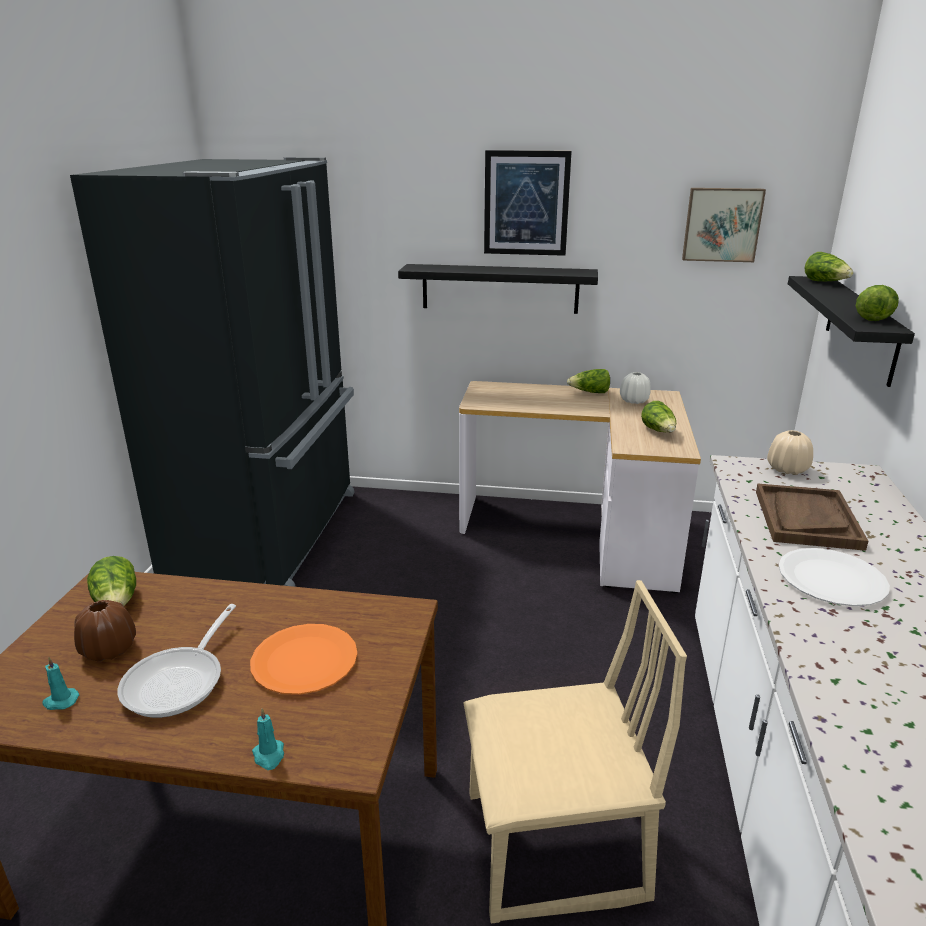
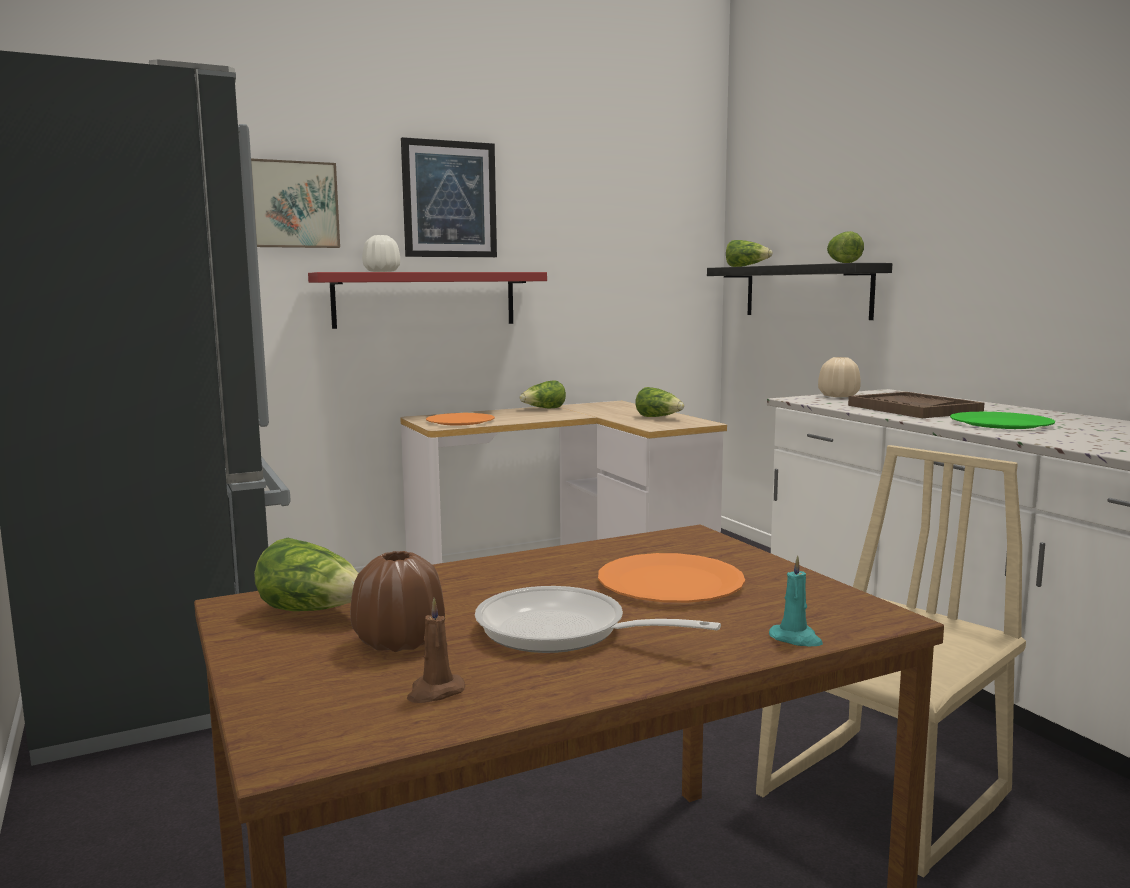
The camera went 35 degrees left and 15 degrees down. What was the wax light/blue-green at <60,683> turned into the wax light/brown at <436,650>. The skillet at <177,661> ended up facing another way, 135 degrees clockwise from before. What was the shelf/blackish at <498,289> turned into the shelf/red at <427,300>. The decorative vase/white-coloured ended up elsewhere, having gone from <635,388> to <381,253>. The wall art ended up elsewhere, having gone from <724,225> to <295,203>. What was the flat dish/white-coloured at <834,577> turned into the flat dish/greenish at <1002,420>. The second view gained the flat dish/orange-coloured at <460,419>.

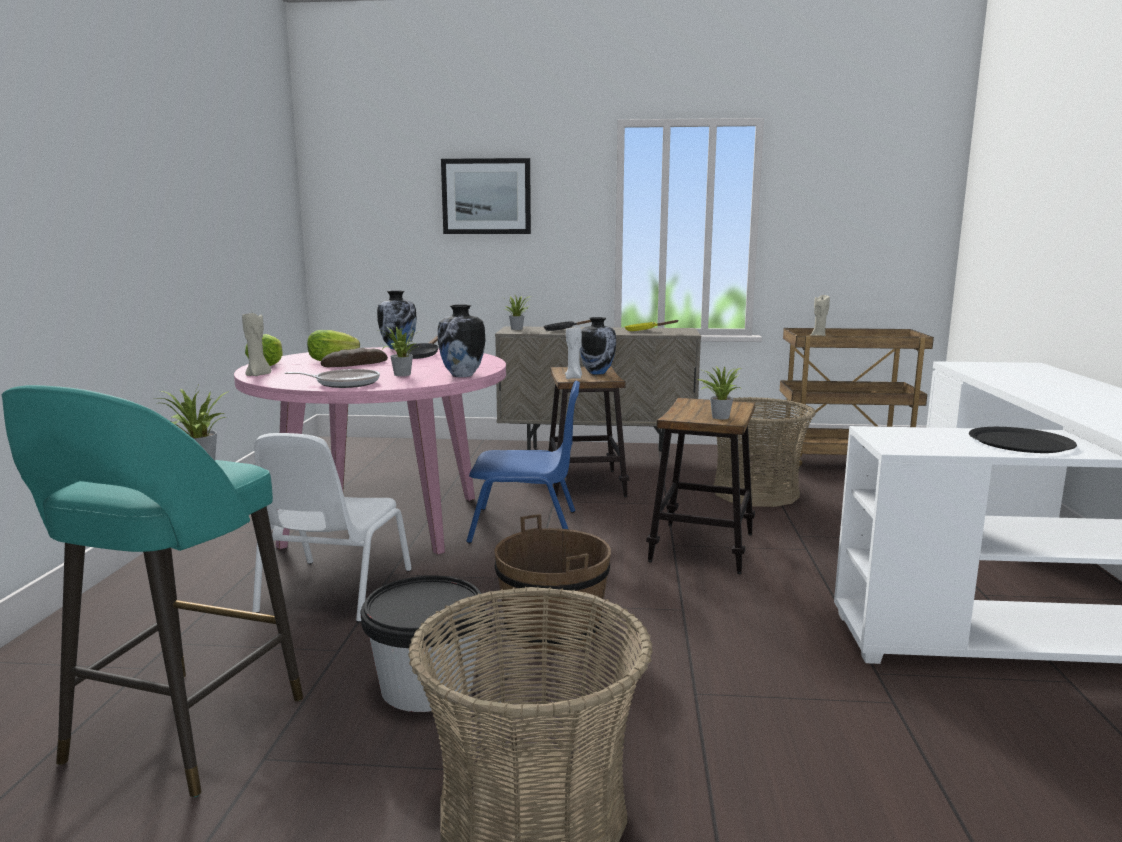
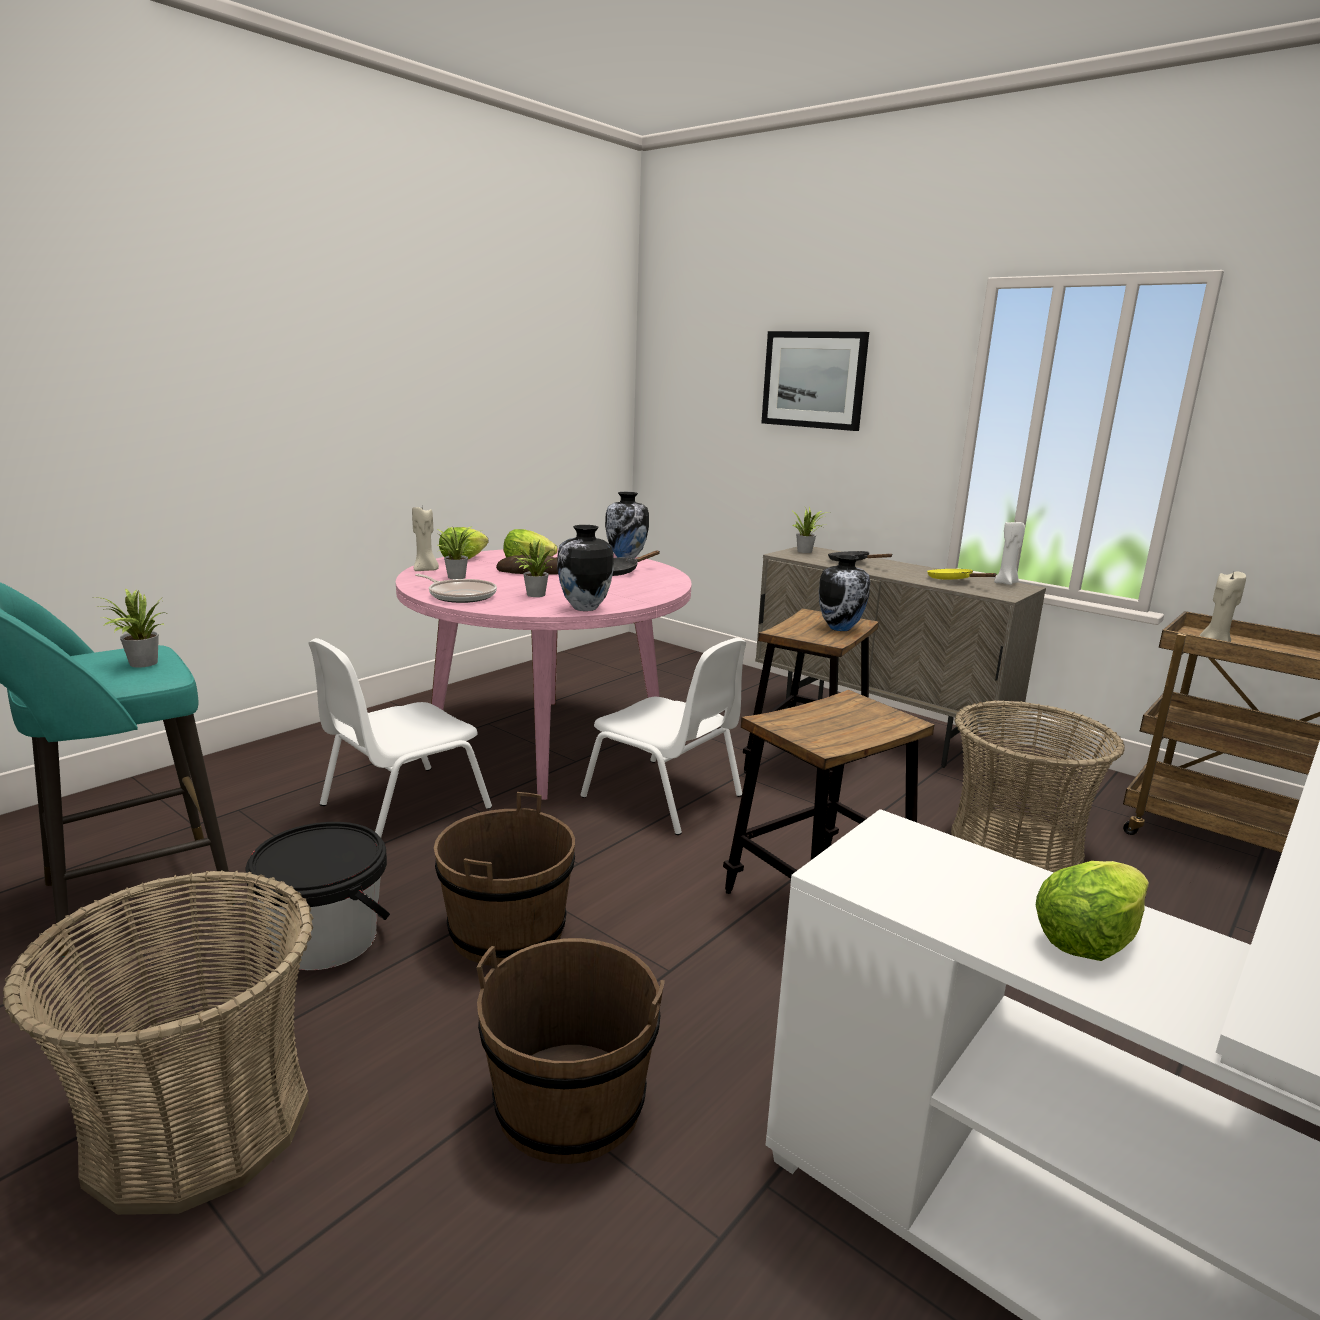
The camera went 35 degrees right and 5 degrees up. What was the upright chair/blue-coloured at <523,462> turned into the upright chair/white-coloured at <663,736>. The wax light/white-coloured ended up elsewhere, having gone from <573,353> to <1009,553>. The houseplant ended up elsewhere, having gone from <719,392> to <457,552>. Where the flat dish/blackish stood at <1023,440>, the head of lettuce came to stand at <1092,911>. The second view gained the water bucket/brown at <570,1051>.

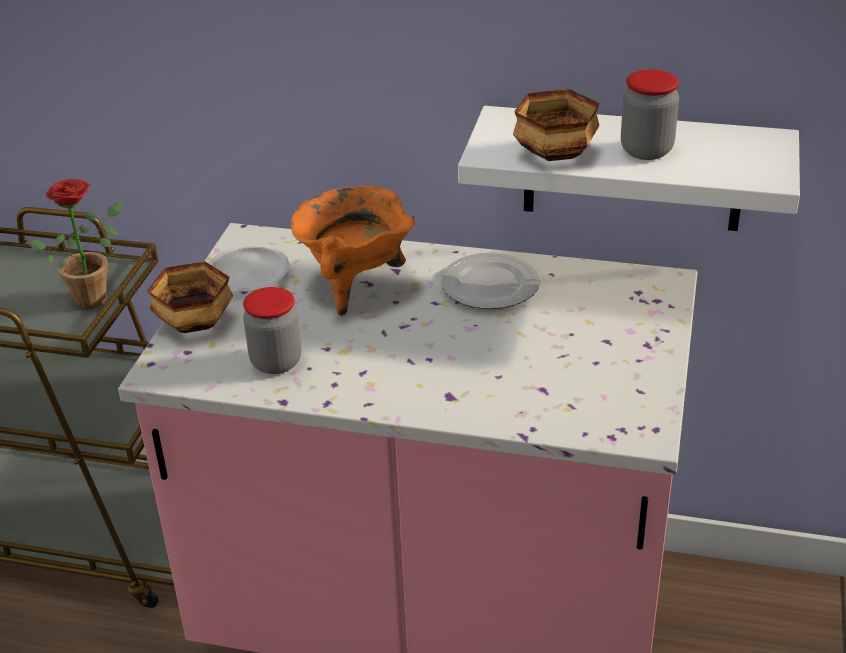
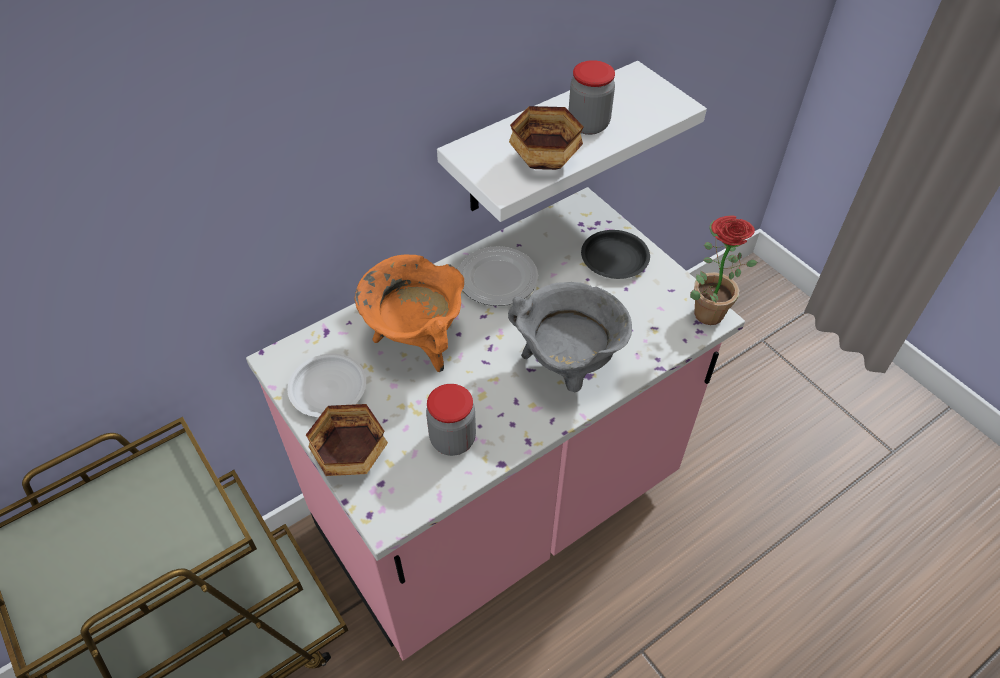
The camera went 50 degrees left and 15 degrees up. The houseplant ended up elsewhere, having gone from <75,244> to <724,270>. The second view gained the cooking pot/grey at <570,337>. The second view gained the flat dish/blackish at <615,254>.

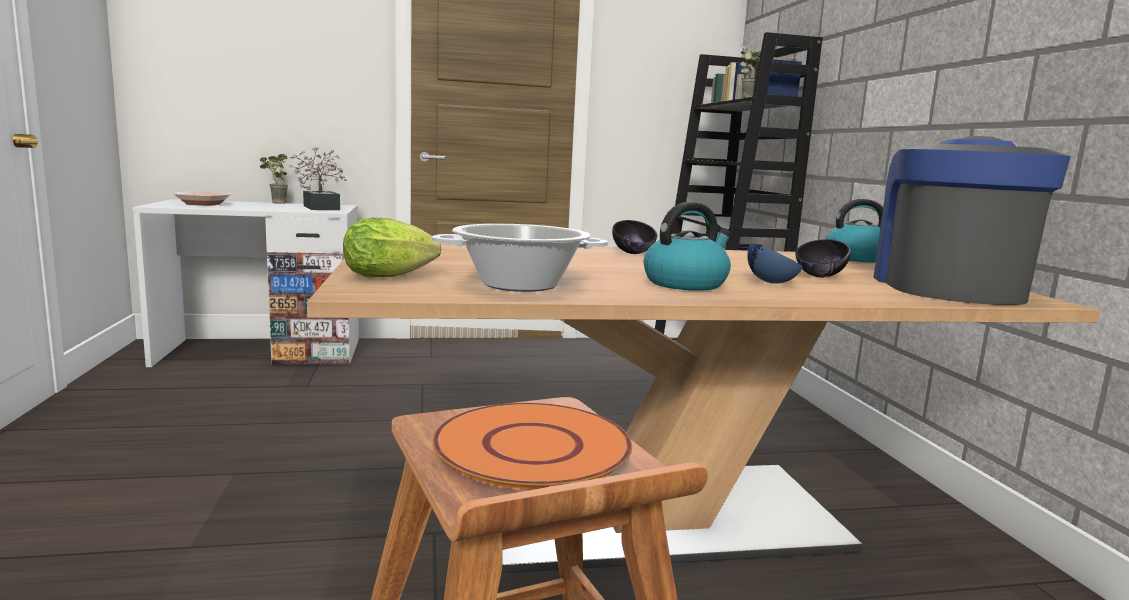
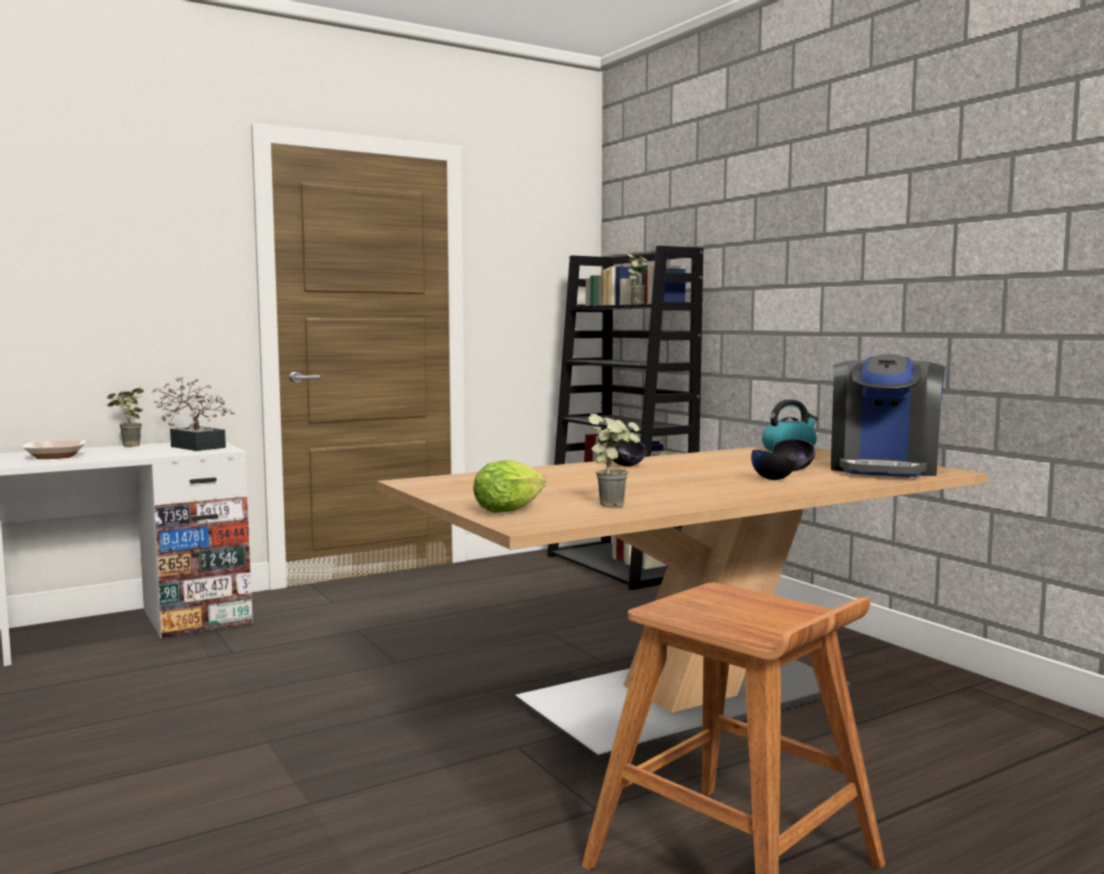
The camera went 20 degrees left and 5 degrees down. Where the cooking pot stood at <519,258>, the houseplant came to stand at <614,460>. The second view lost the flat dish/orange-coloured at <532,446>. The second view lost the water kettle at <687,246>. What was the serving bowl/blue-coloured at <775,263> turned into the serving bowl/blackish at <773,465>. The coffee maker at <972,220> ended up facing another way, 150 degrees counterclockwise from before.

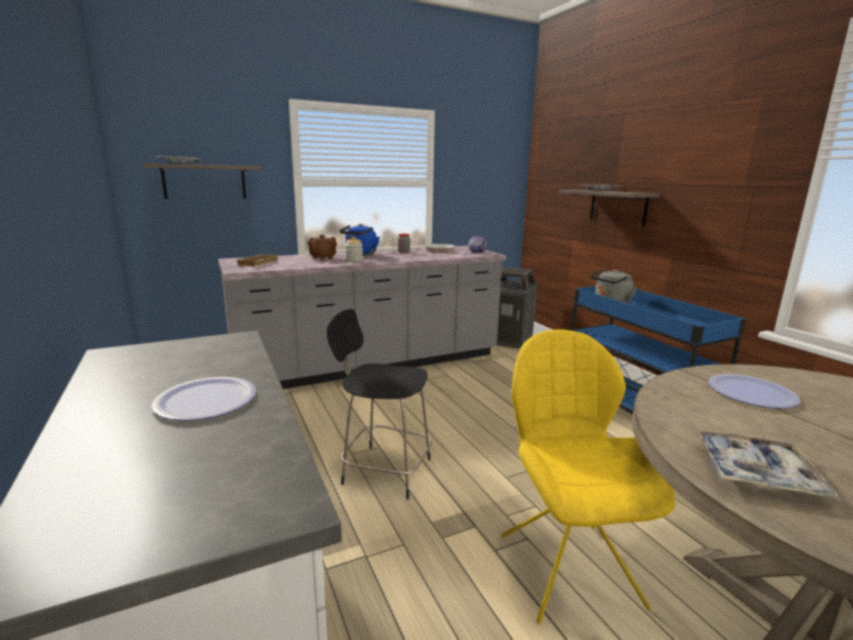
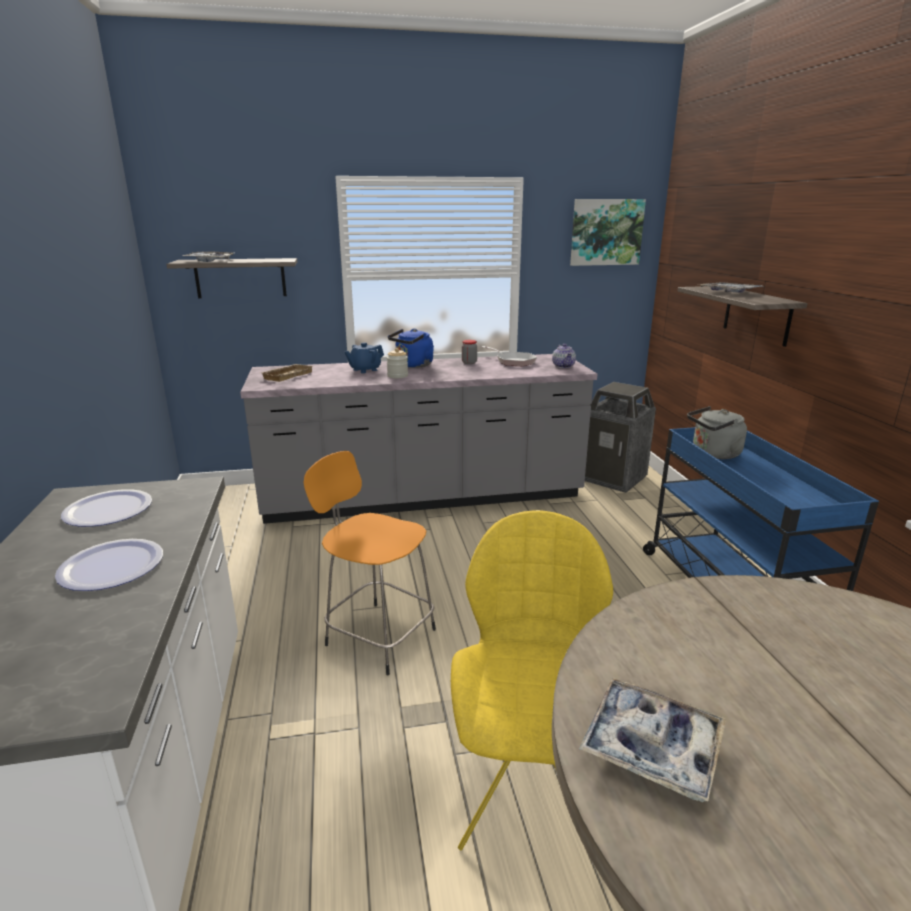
The camera went 15 degrees right and 5 degrees up. What was the pot for tea/brown at <322,247> turned into the pot for tea/blue-coloured at <364,357>. What was the stool seat/blackish at <379,404> turned into the stool seat/orange-coloured at <370,563>. The flat dish ended up elsewhere, having gone from <754,391> to <106,508>. The second view gained the wall art at <608,232>.

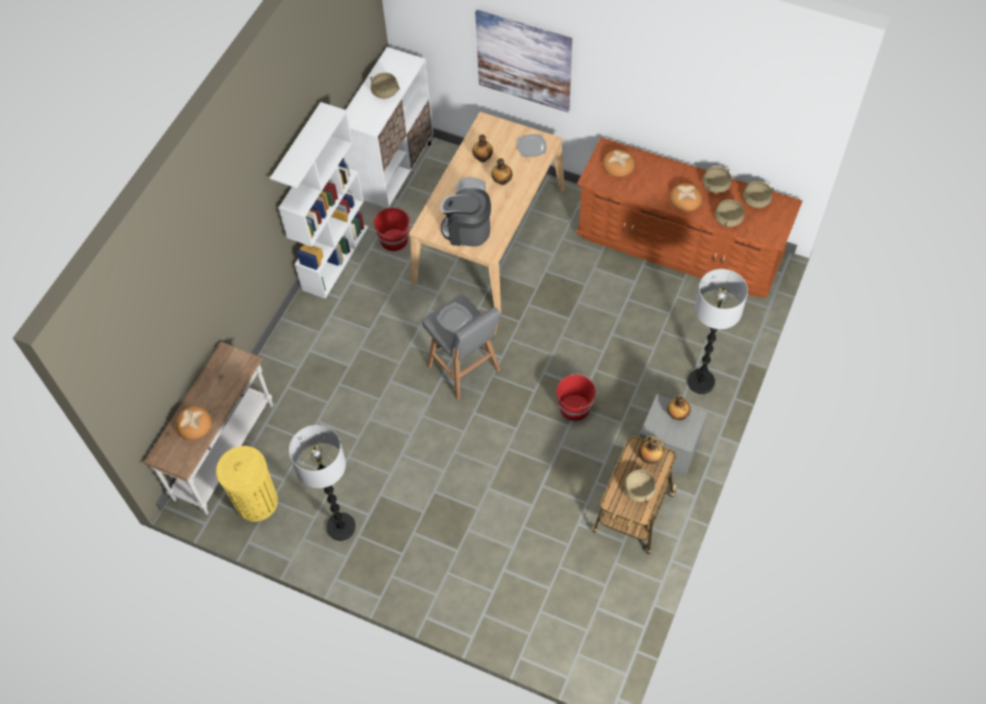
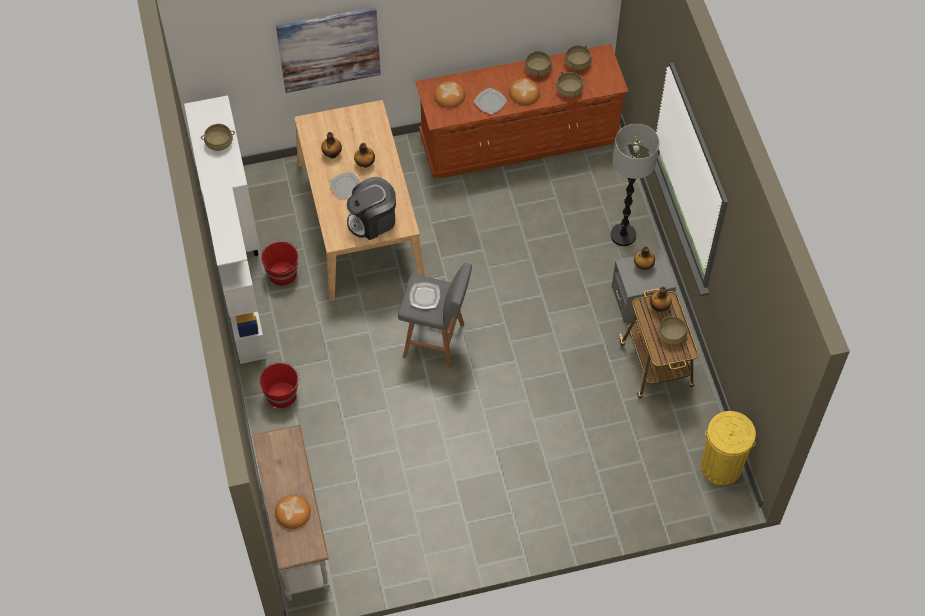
The camera went 40 degrees left and 0 degrees up. The rubbish bin/yellow ended up elsewhere, having gone from <247,484> to <728,448>. The second view lost the floor lamp at <322,483>. The flat dish ended up elsewhere, having gone from <532,145> to <490,101>. The water bucket/red ended up elsewhere, having gone from <577,397> to <280,385>.

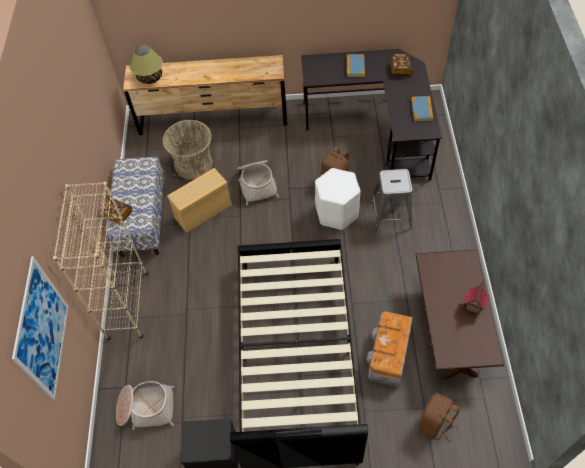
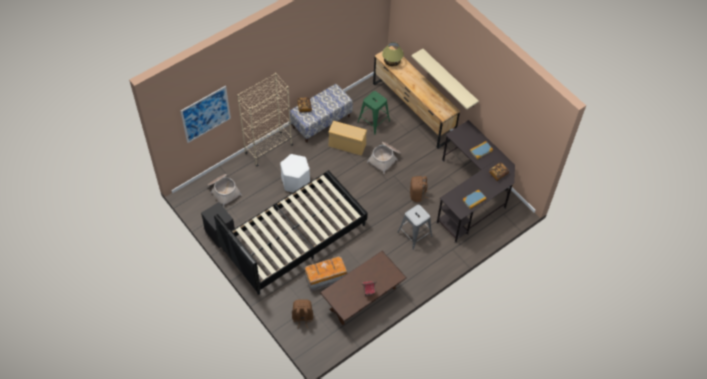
The camera went 50 degrees right and 0 degrees up. Where the basket stood at <187,149>, the stool seat/greenish came to stand at <374,113>. The stool seat/white-coloured ended up elsewhere, having gone from <338,199> to <295,173>. The second view gained the shelf/beige-coloured at <445,79>.

